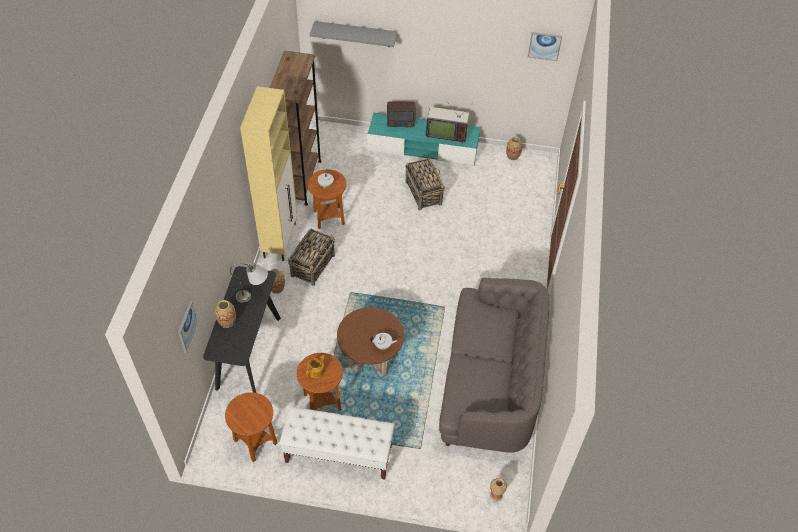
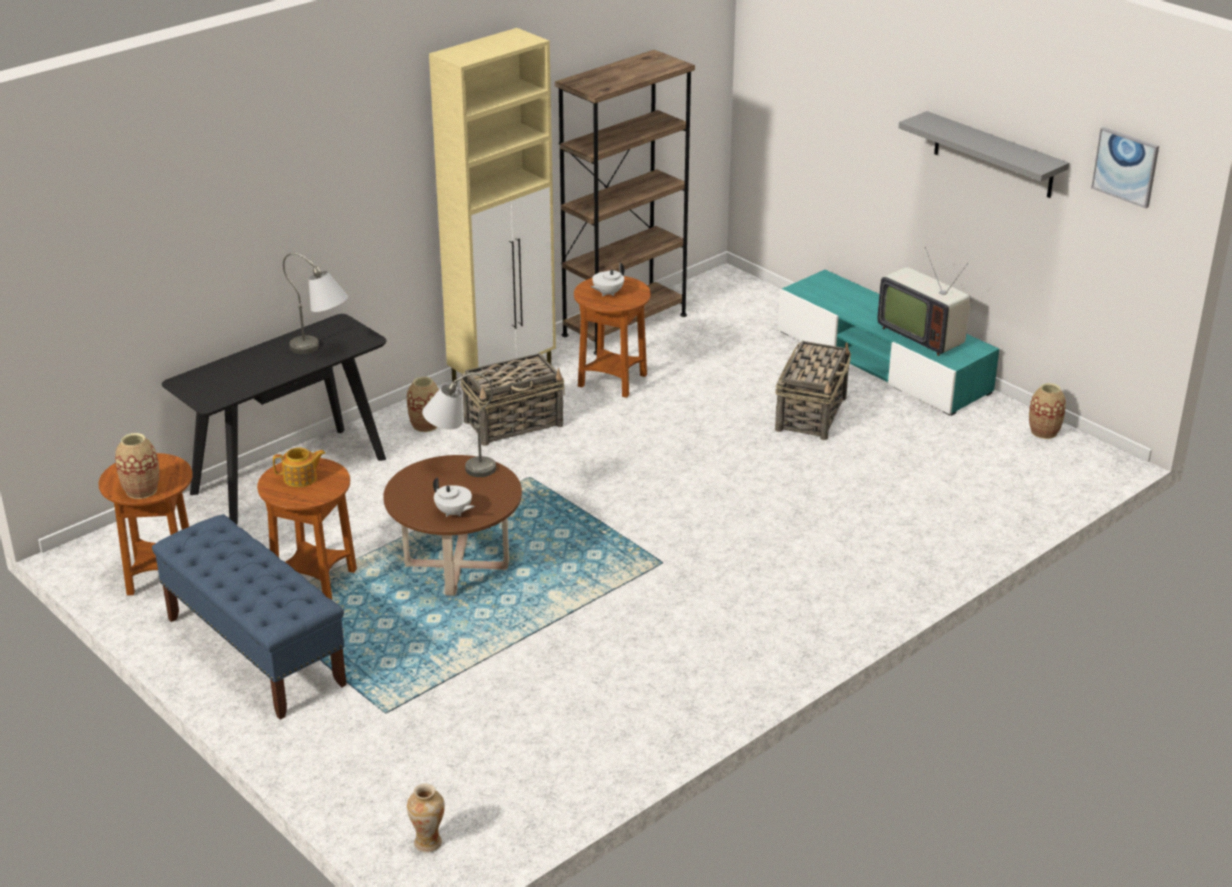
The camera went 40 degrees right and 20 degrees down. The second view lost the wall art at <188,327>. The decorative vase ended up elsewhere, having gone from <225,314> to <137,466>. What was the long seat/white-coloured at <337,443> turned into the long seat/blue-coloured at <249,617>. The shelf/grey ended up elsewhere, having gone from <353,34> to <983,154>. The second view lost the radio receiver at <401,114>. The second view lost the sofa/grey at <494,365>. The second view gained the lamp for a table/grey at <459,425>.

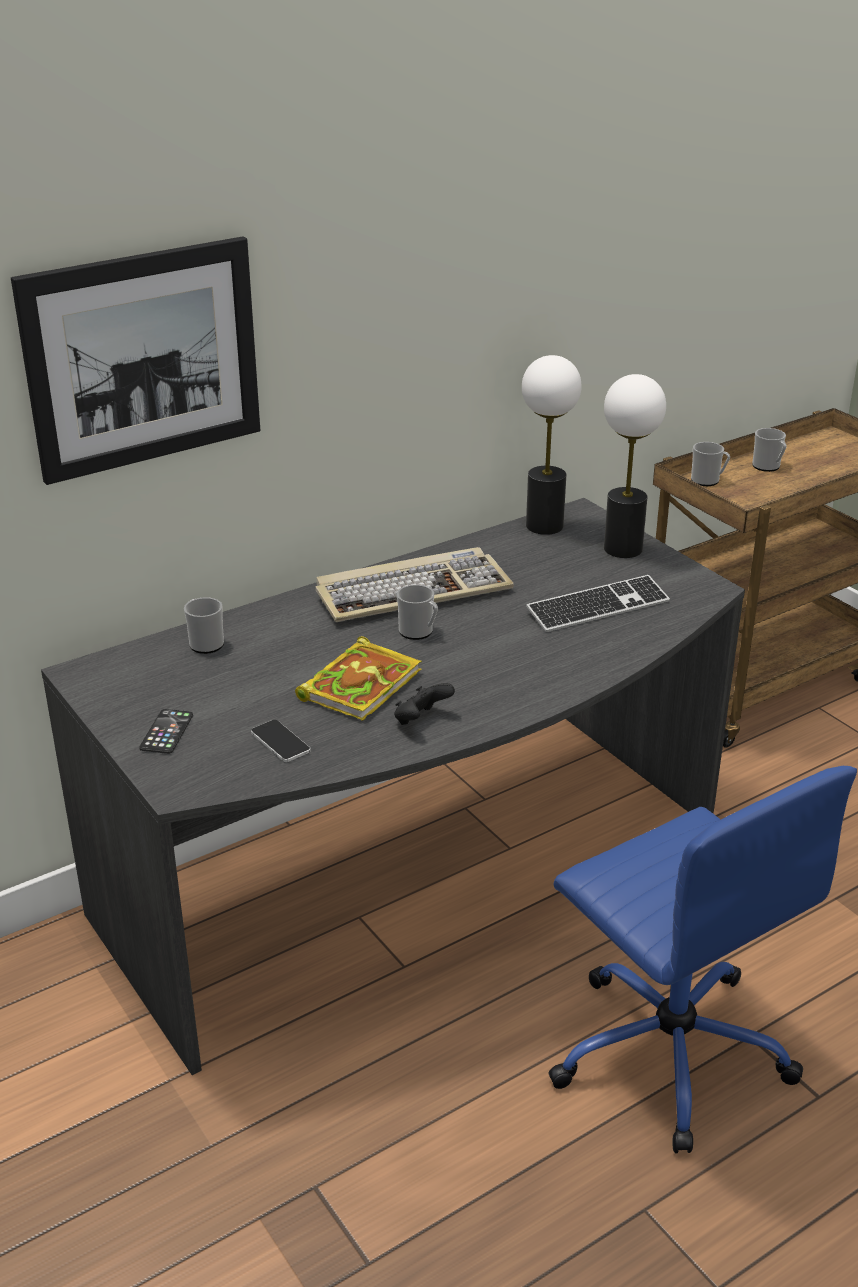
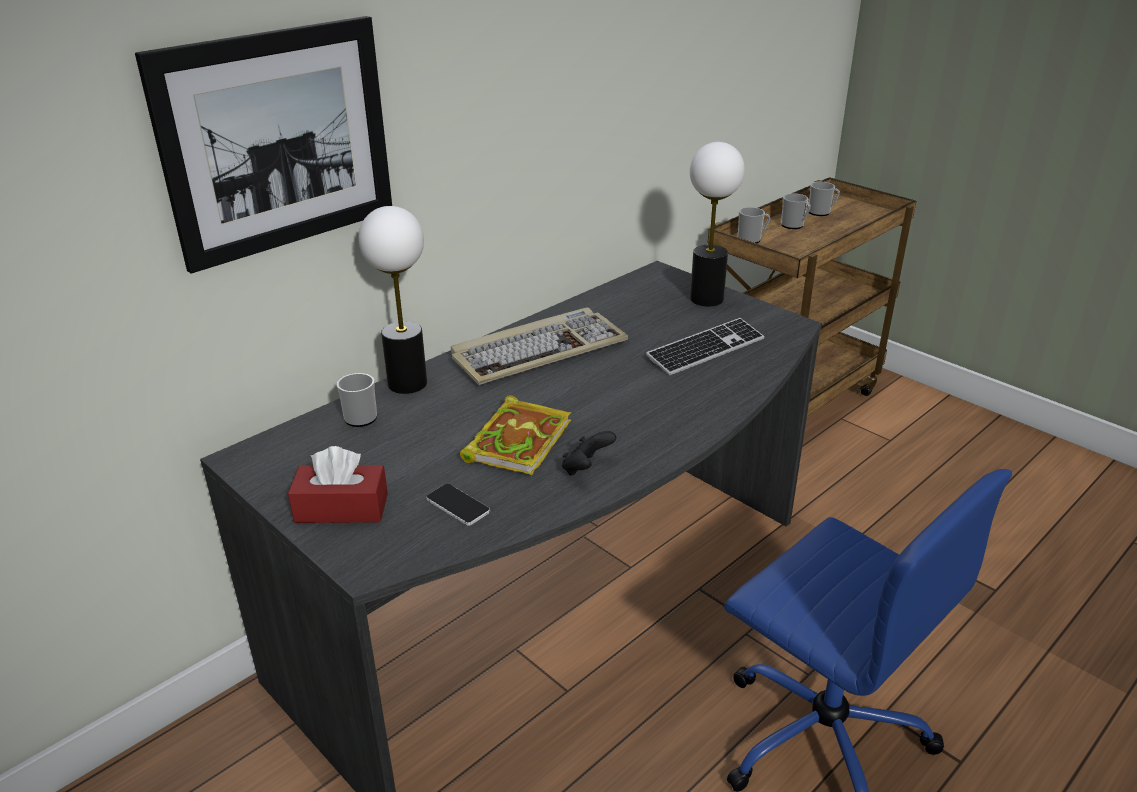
The camera went 10 degrees left and 0 degrees up. Where the handset stood at <166,731>, the tissue holder/red came to stand at <338,484>. The mug ended up elsewhere, having gone from <417,612> to <824,199>. The lamp for a table ended up elsewhere, having gone from <552,445> to <392,300>.

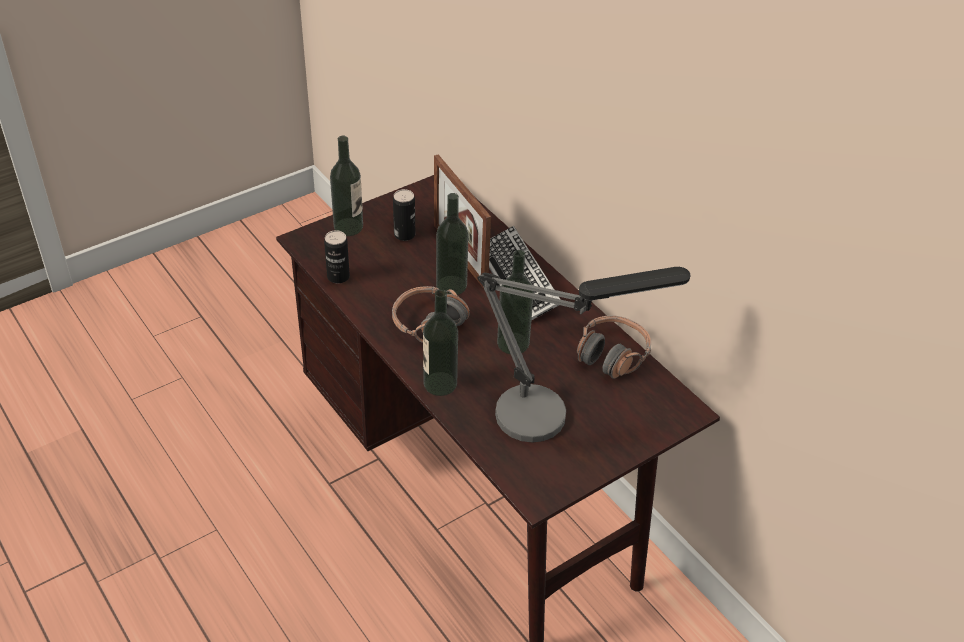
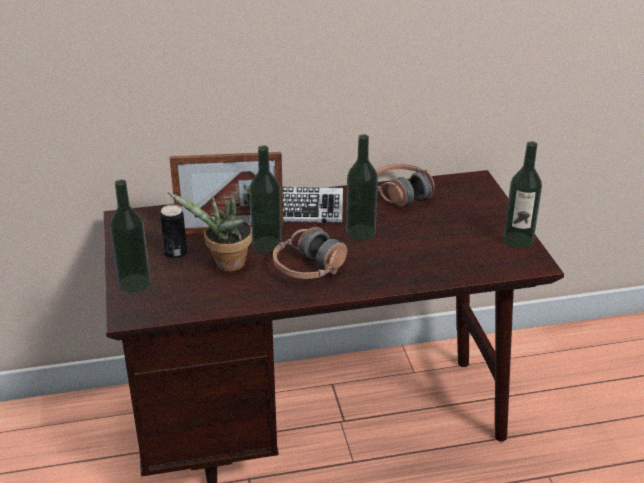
The camera went 65 degrees left and 10 degrees down. The second view lost the sealed can at <337,257>. The bottle ended up elsewhere, having gone from <440,342> to <522,195>. The second view lost the lamp for a table at <584,355>. The second view gained the houseplant at <210,232>.

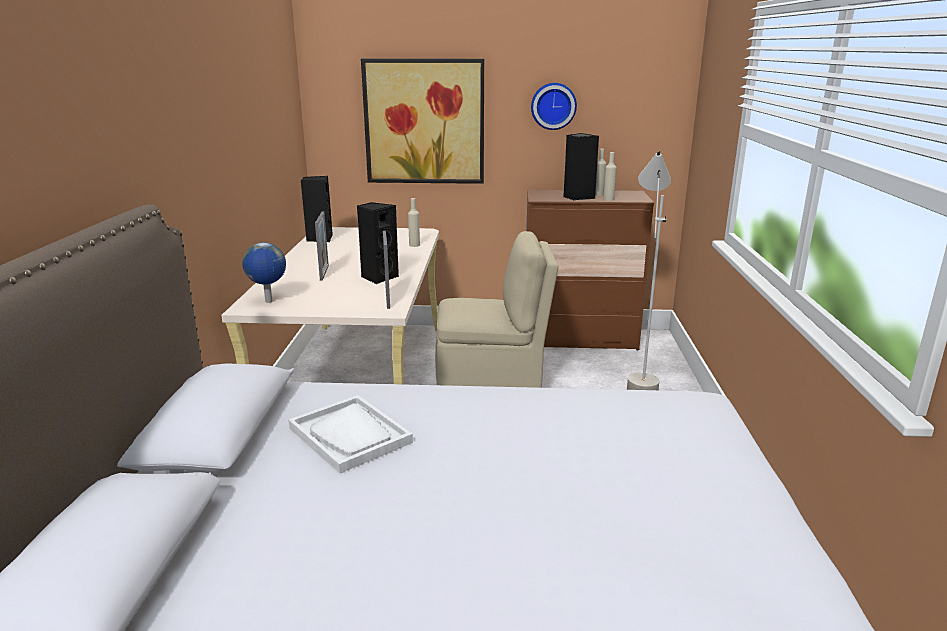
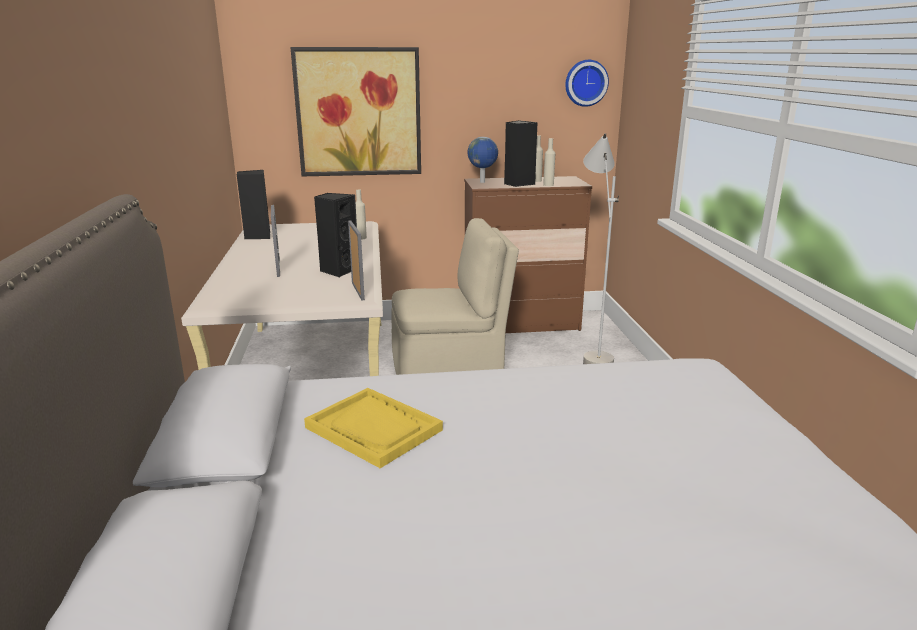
The camera went 10 degrees left and 0 degrees up. The world globe ended up elsewhere, having gone from <264,272> to <482,160>. What was the tray/white-coloured at <350,434> turned into the tray/yellow at <373,428>. The hanging clock ended up elsewhere, having gone from <554,106> to <587,83>.

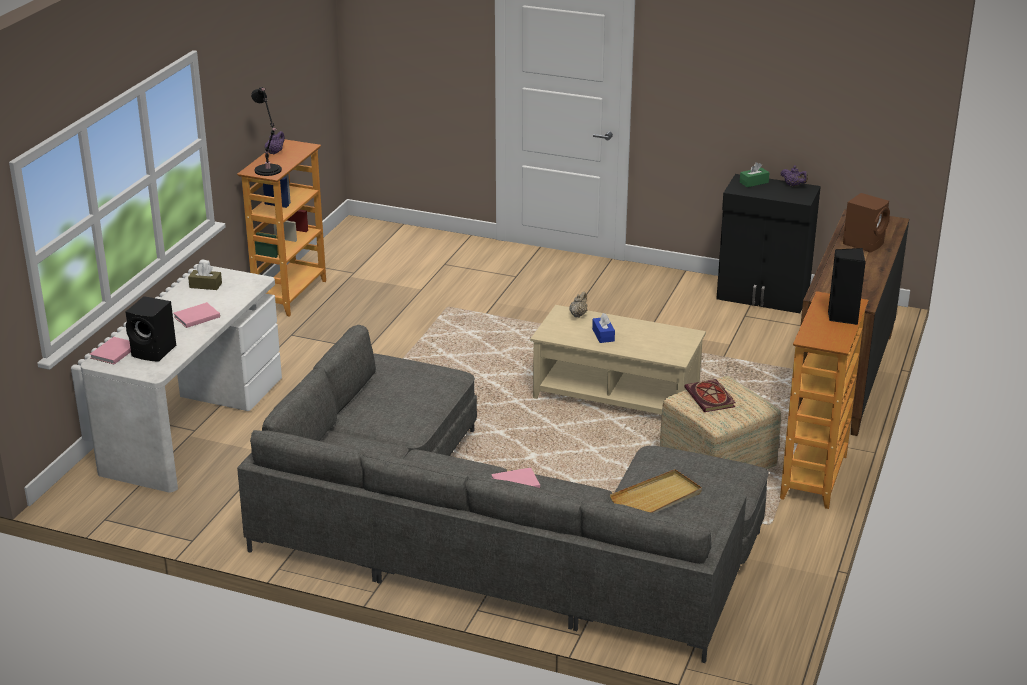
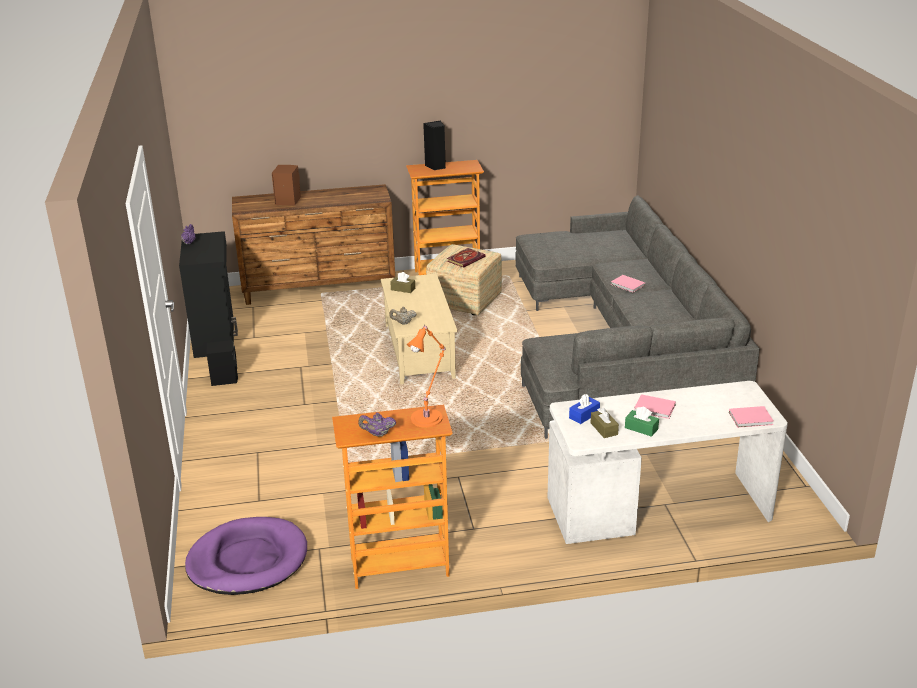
The camera went 120 degrees left and 0 degrees up. The speaker/blackish ended up elsewhere, having gone from <150,329> to <222,363>. What was the lamp for a table/blackish at <266,131> turned into the lamp for a table/orange-coloured at <426,376>. The tissue holder/blue-coloured ended up elsewhere, having gone from <603,328> to <584,409>. The second view lost the tray/beige-coloured at <656,491>. The tissue holder/greenish ended up elsewhere, having gone from <755,174> to <642,422>. The second view gained the pet bed/purple-coloured at <246,556>. The second view gained the tissue holder/brown at <402,282>.

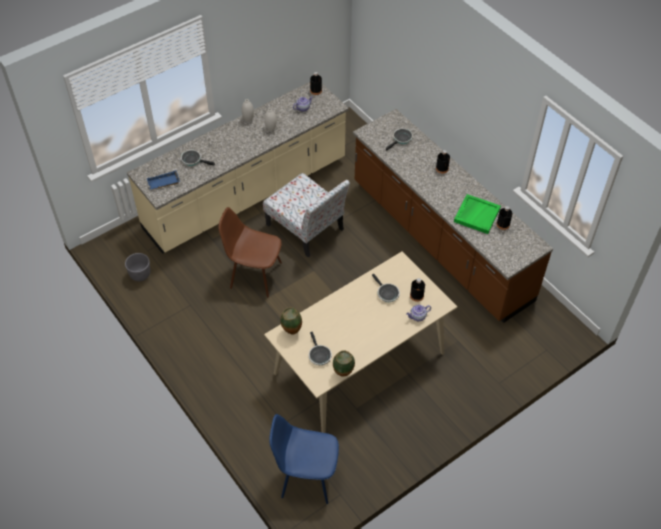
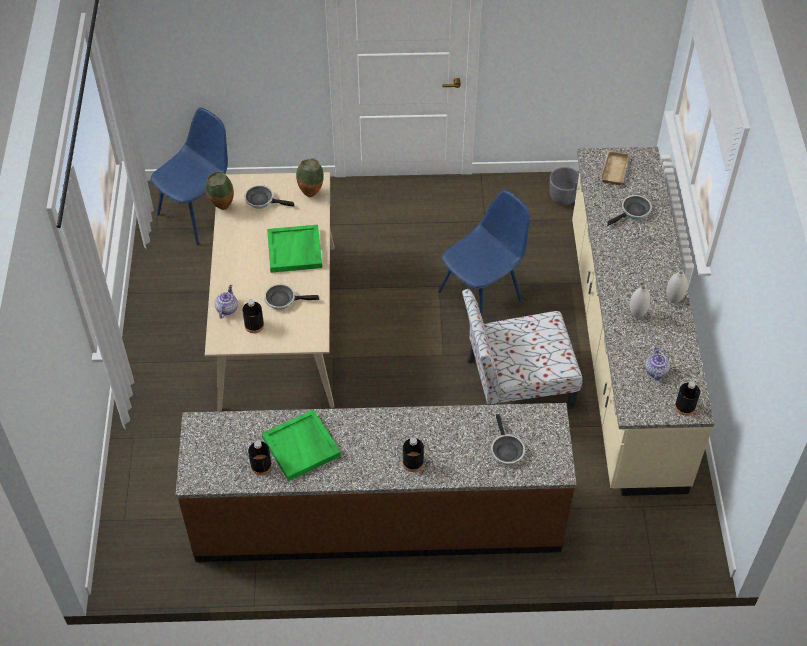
The camera went 125 degrees right and 0 degrees up. What was the tray/blue-coloured at <163,180> turned into the tray/beige-coloured at <614,167>. What was the upright chair/brown at <250,252> turned into the upright chair/blue-coloured at <484,253>. The second view gained the tray/greenish at <294,249>.

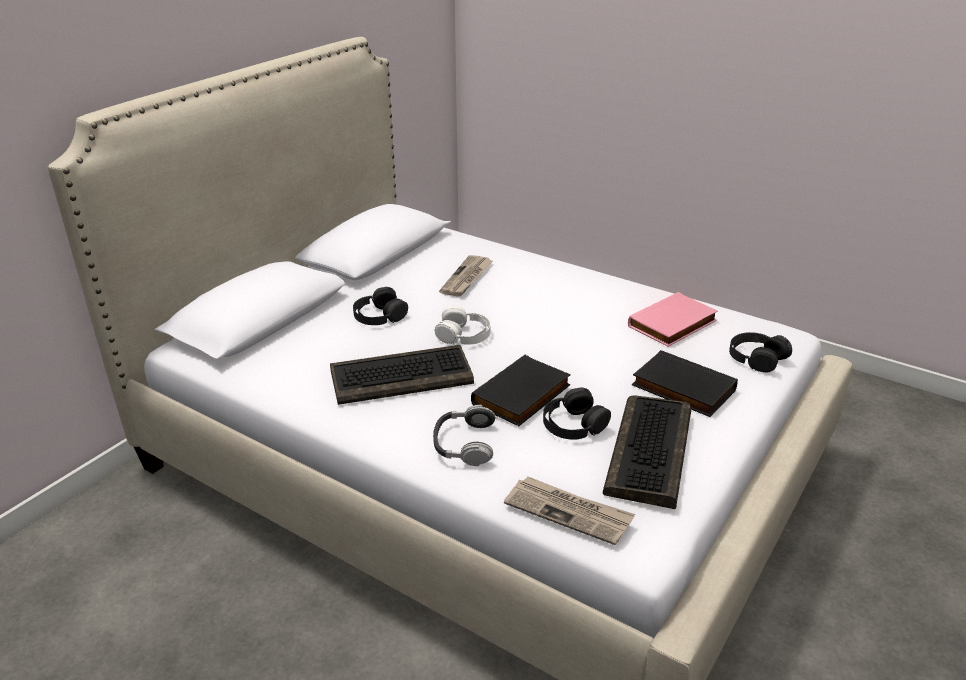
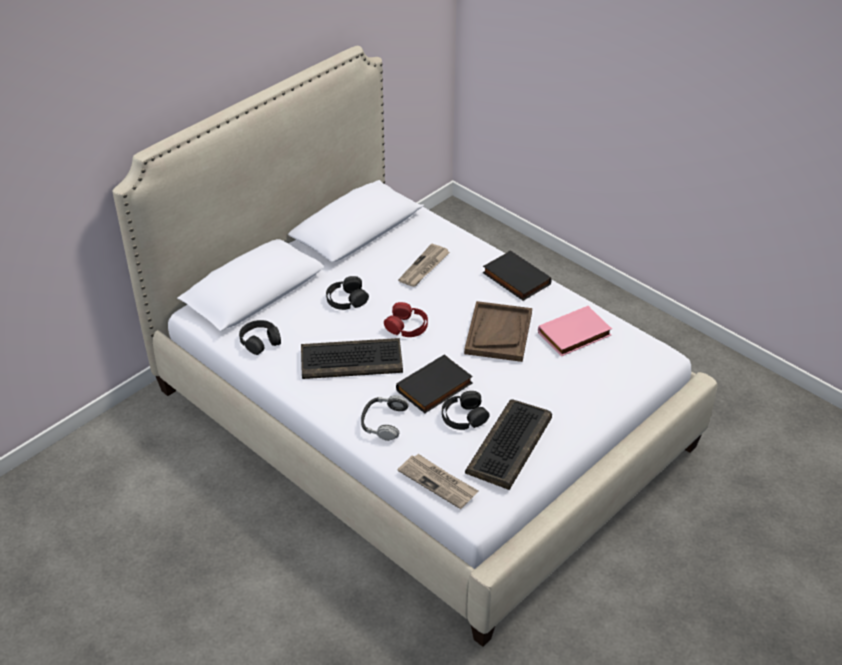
The camera went 10 degrees right and 10 degrees up. What was the headphones/white-coloured at <463,325> turned into the headphones/red at <406,319>. The bound book/blackish ended up elsewhere, having gone from <685,383> to <517,275>. The headphones/blackish ended up elsewhere, having gone from <760,352> to <260,337>. The second view gained the tray/brown at <498,331>.

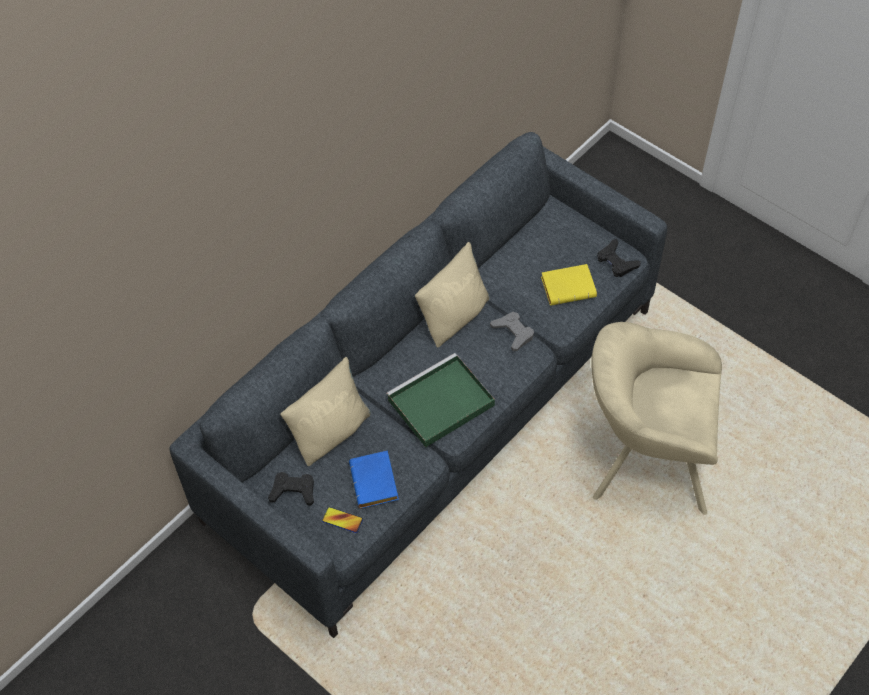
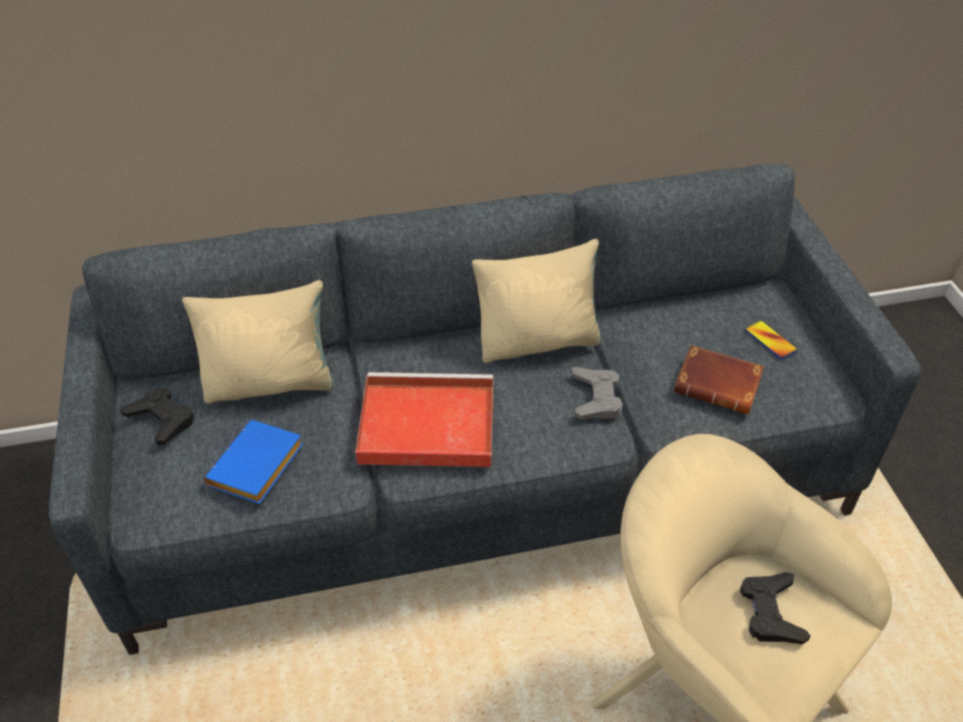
The camera went 35 degrees right and 10 degrees down. The handset ended up elsewhere, having gone from <342,520> to <771,340>. What was the tray/greenish at <440,400> turned into the tray/red at <424,419>. What was the bound book/yellow at <569,285> turned into the bound book/brown at <719,379>. The gamepad/blackish ended up elsewhere, having gone from <619,258> to <775,608>.

